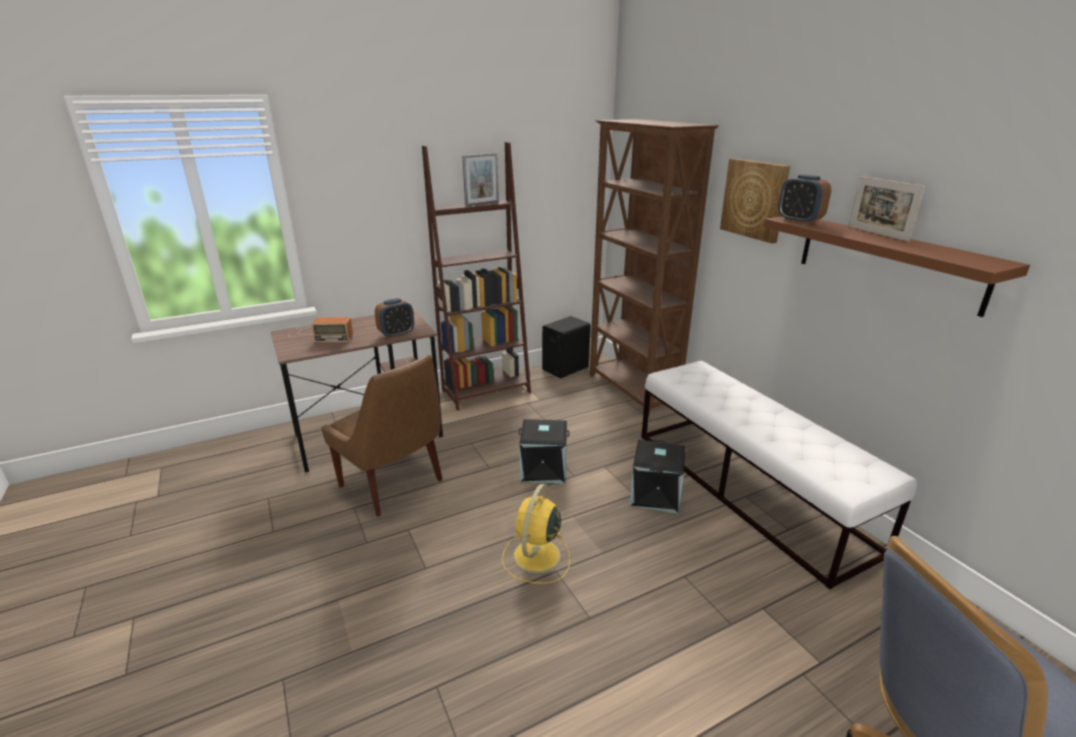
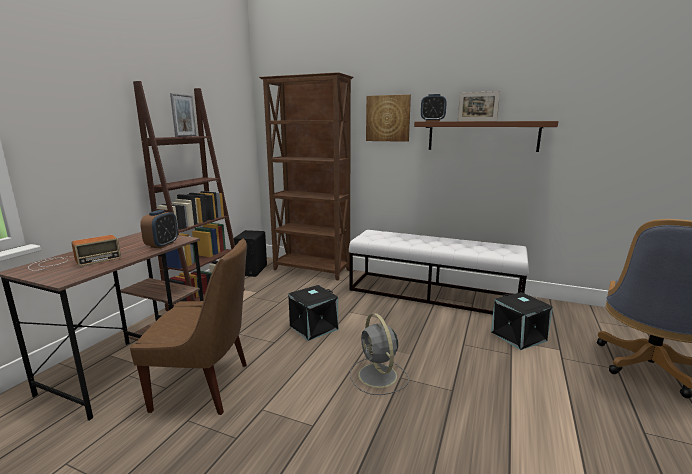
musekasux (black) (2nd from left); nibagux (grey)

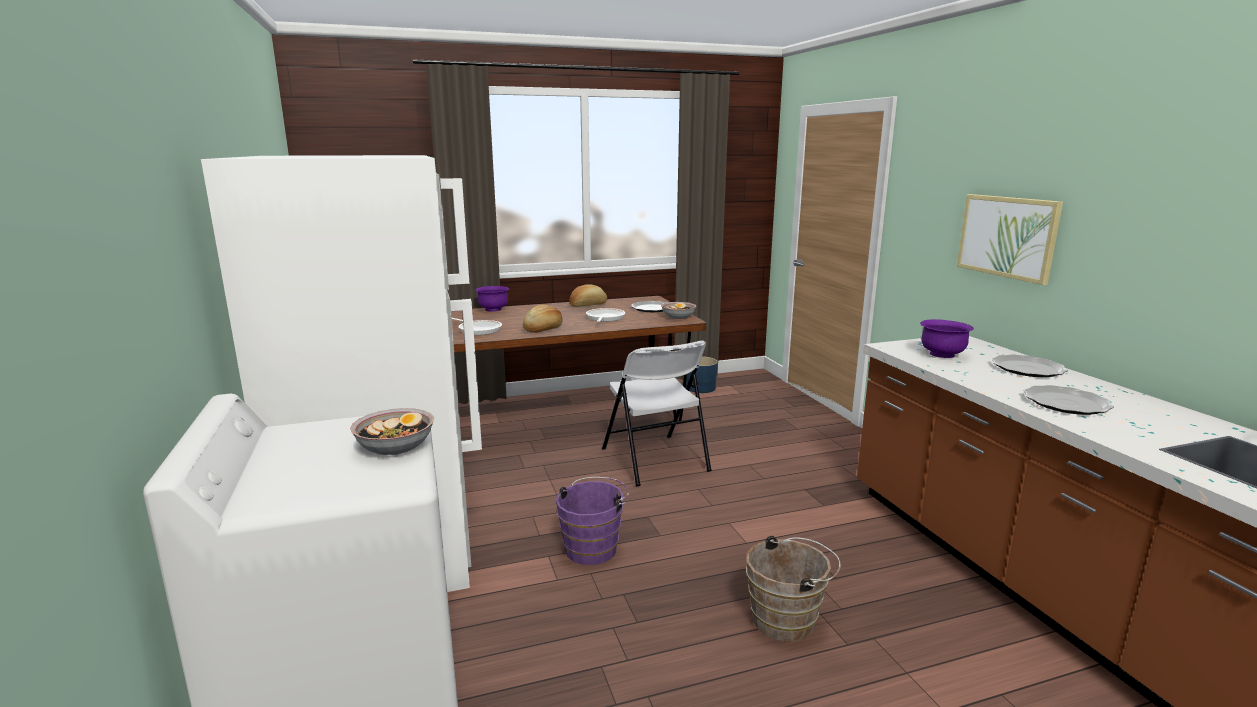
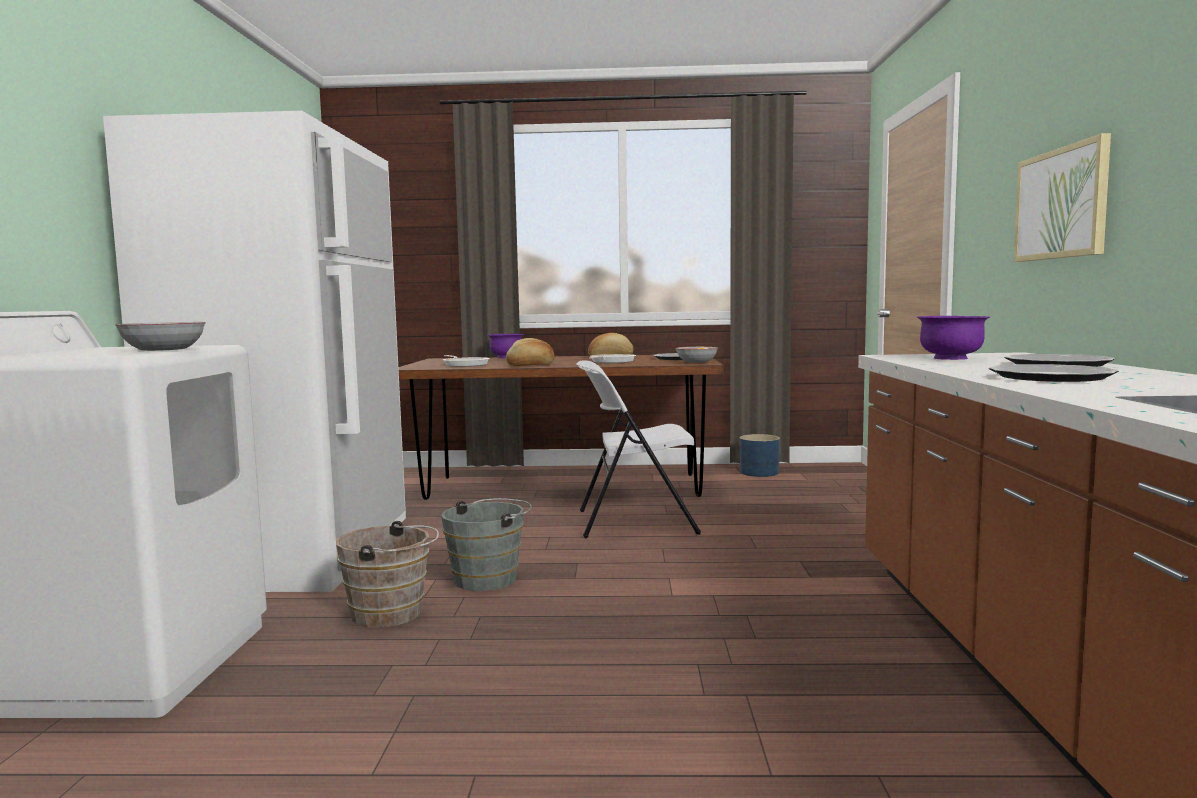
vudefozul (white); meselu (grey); meselu (brown)

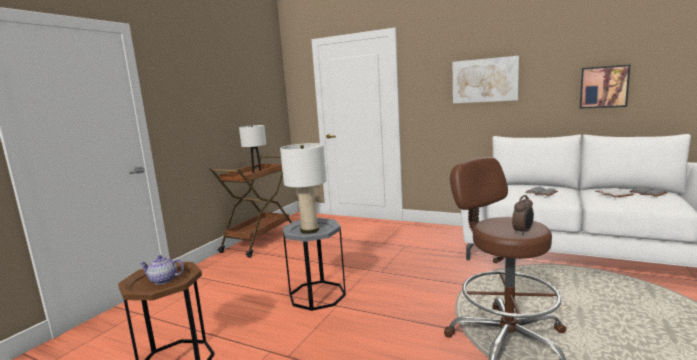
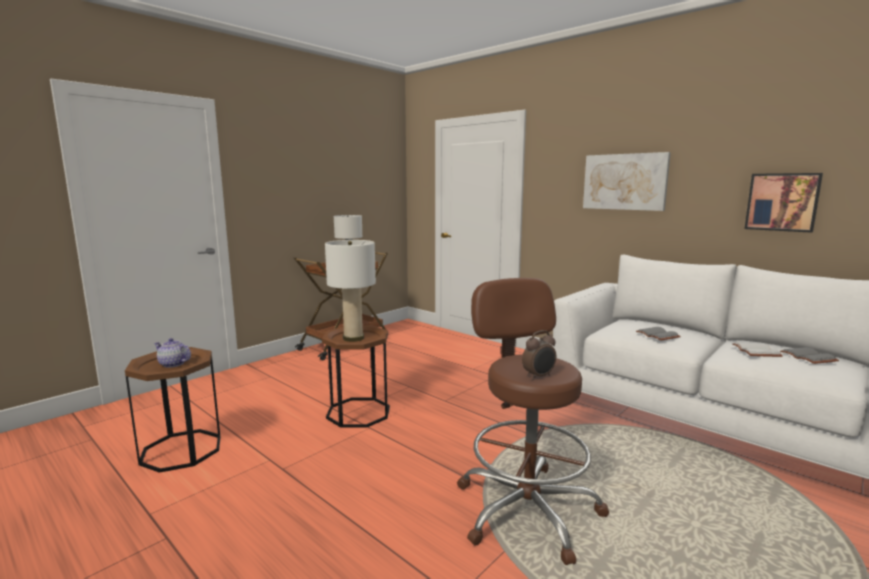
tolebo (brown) (2nd from left)

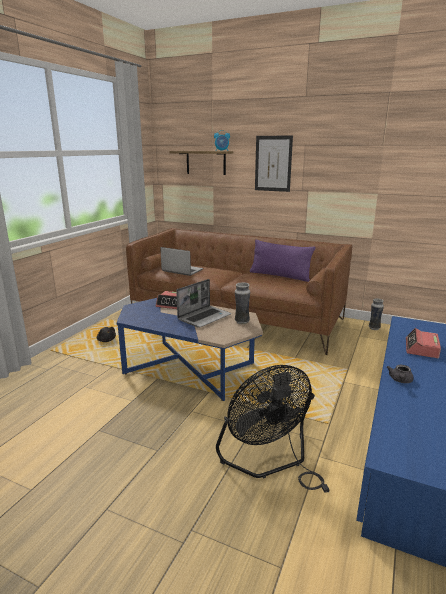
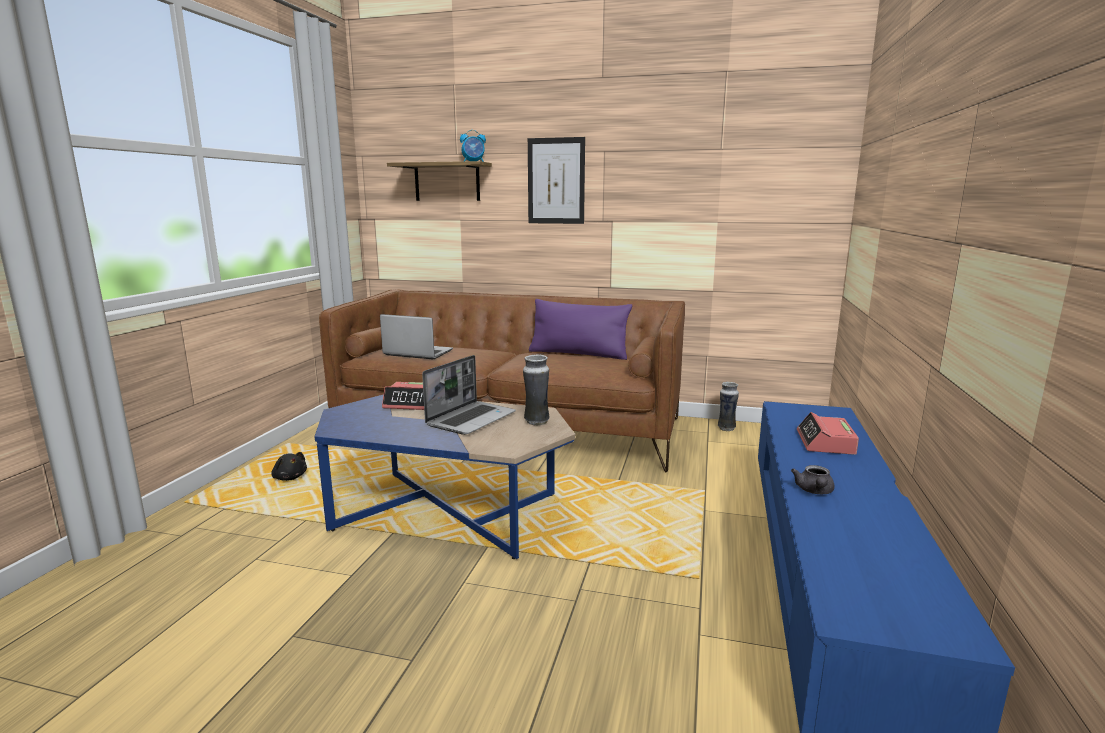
nibagux (black)

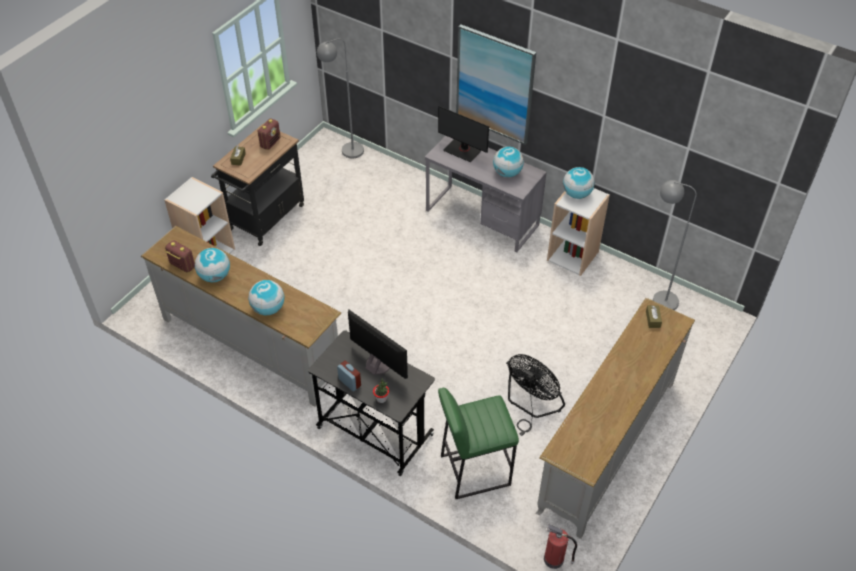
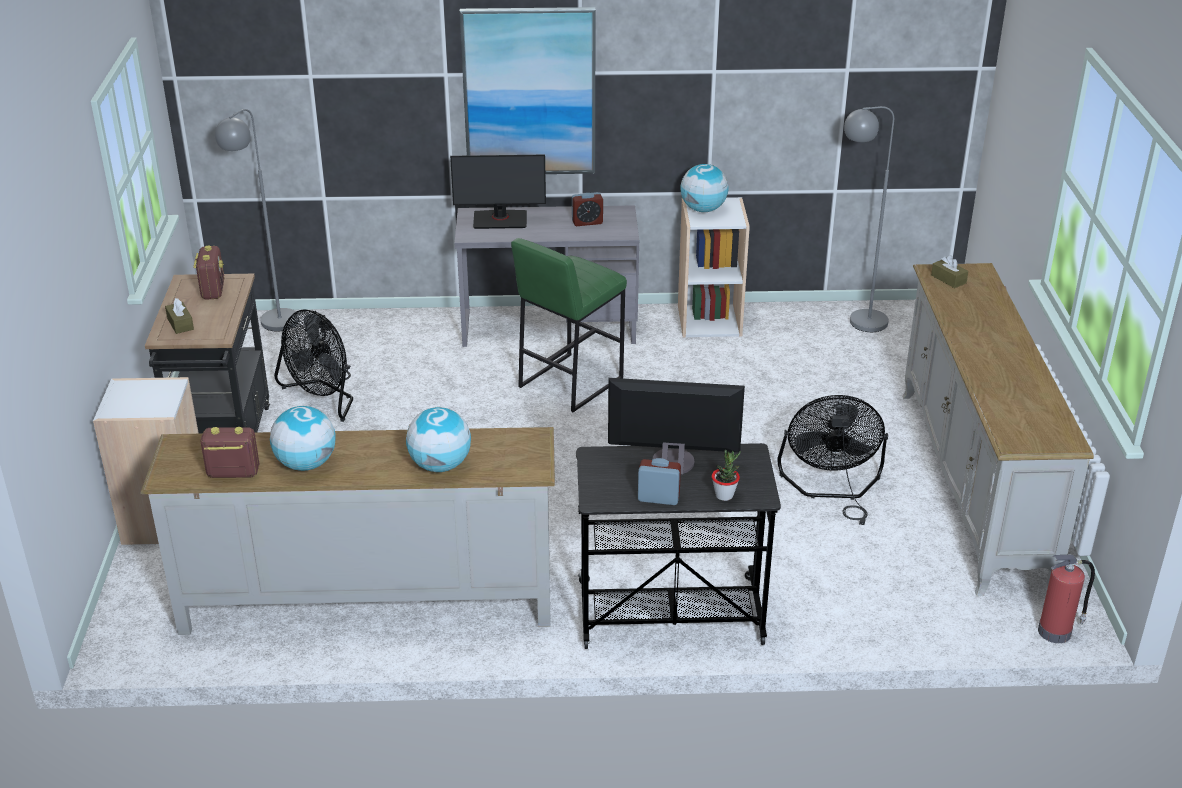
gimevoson (1st from left); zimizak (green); nibagux (black) (1st from left)

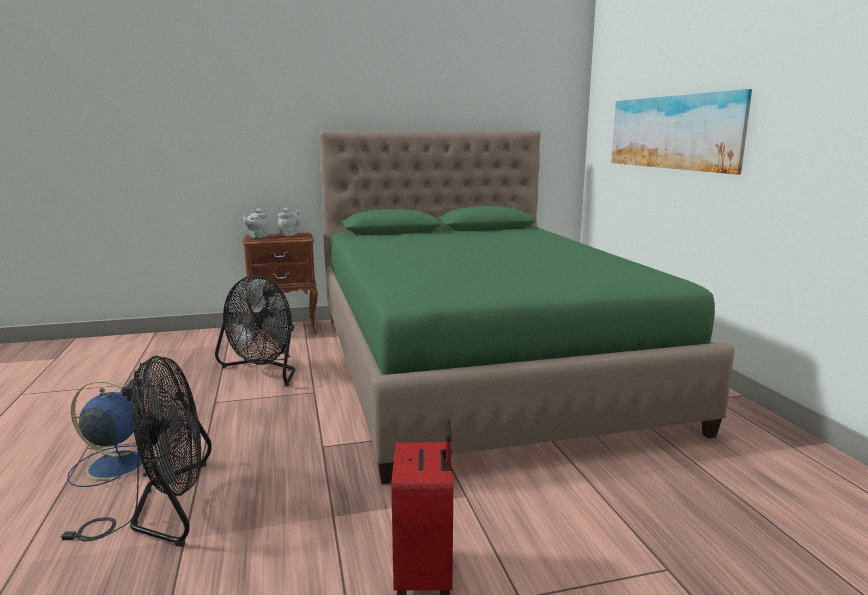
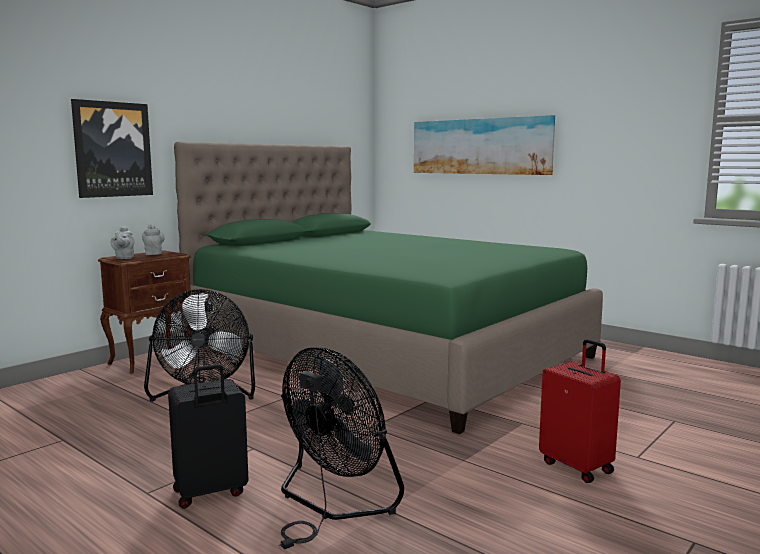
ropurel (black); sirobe (1st from left)

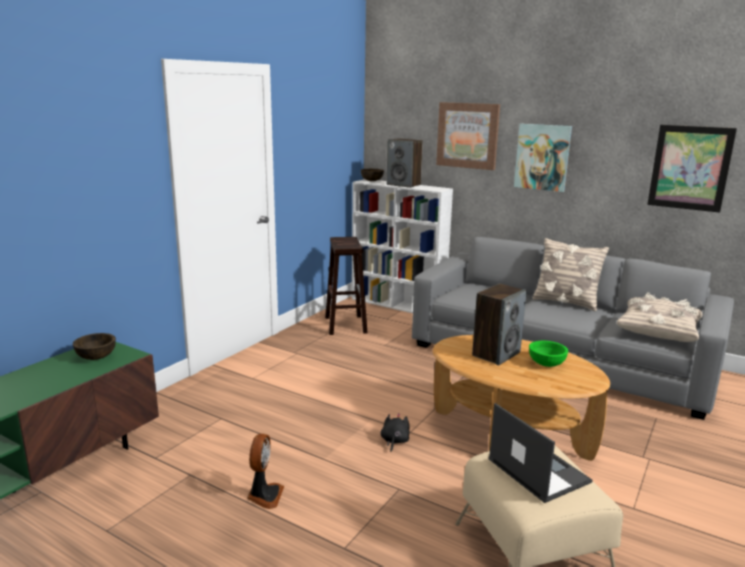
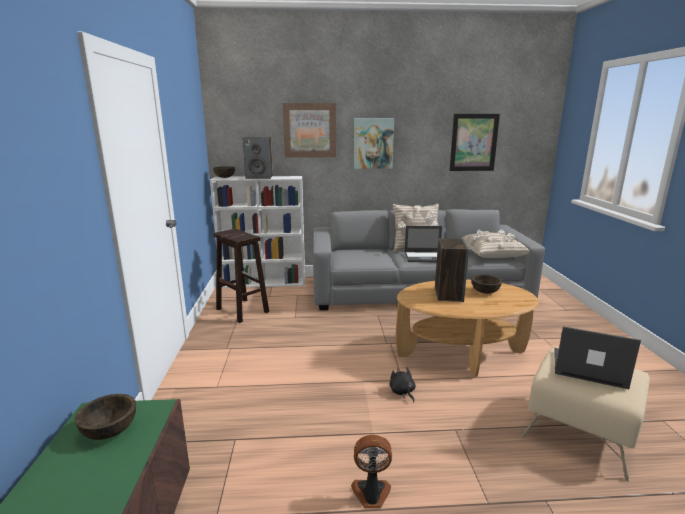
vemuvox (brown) (3rd from left); nibagux; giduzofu (1st from left)

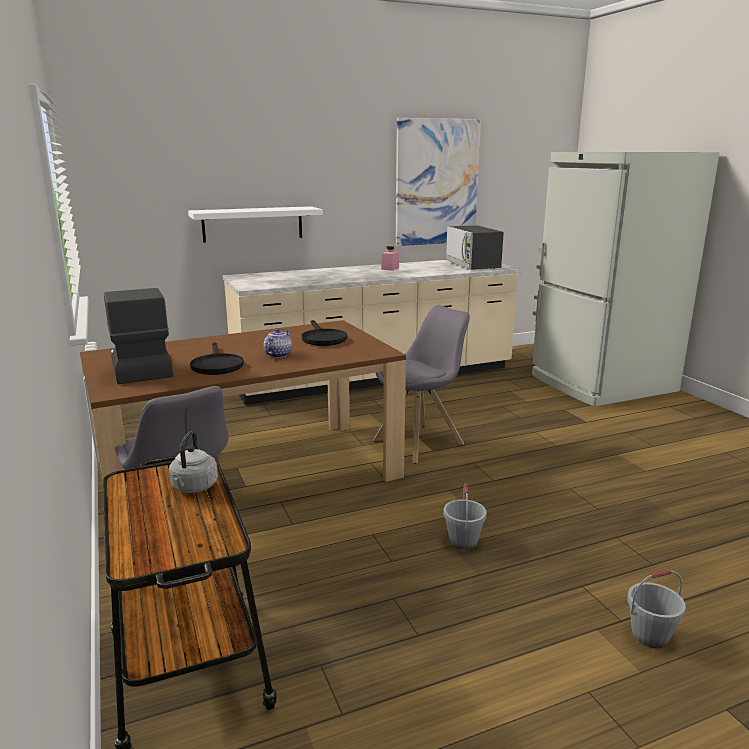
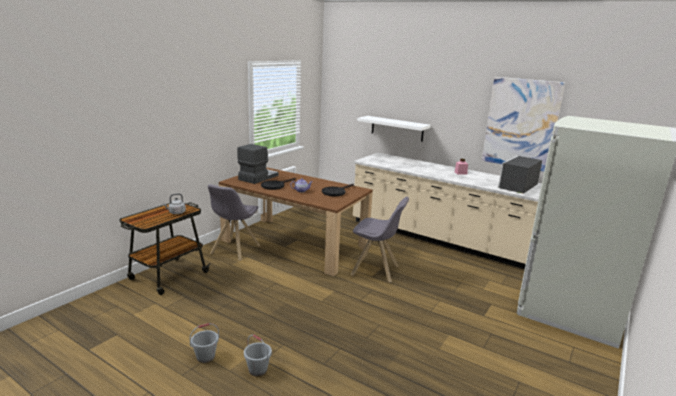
meselu (grey) (1st from left)

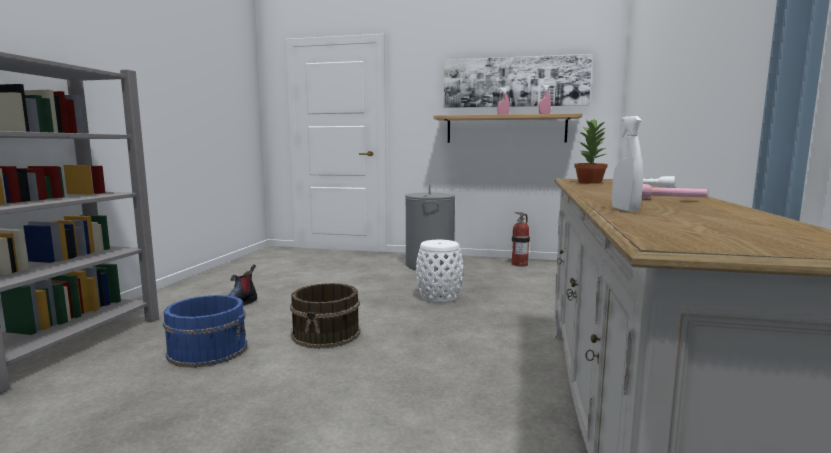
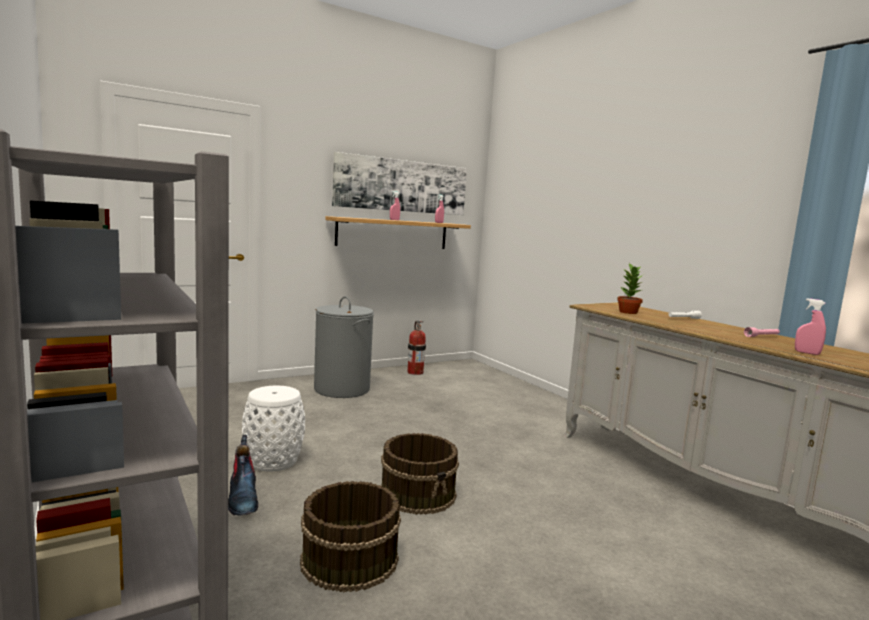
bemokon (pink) (3rd from left); zimizak (white); meselu (brown) (1st from left)

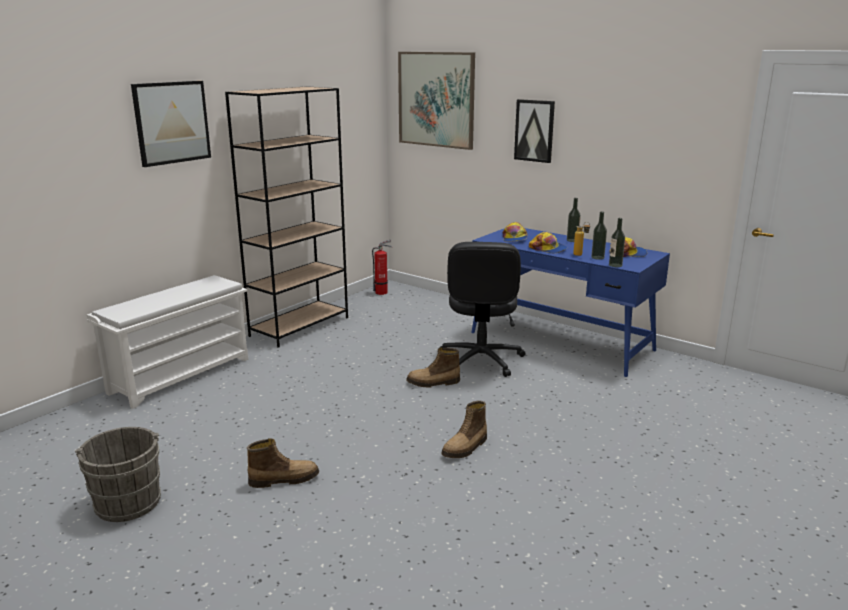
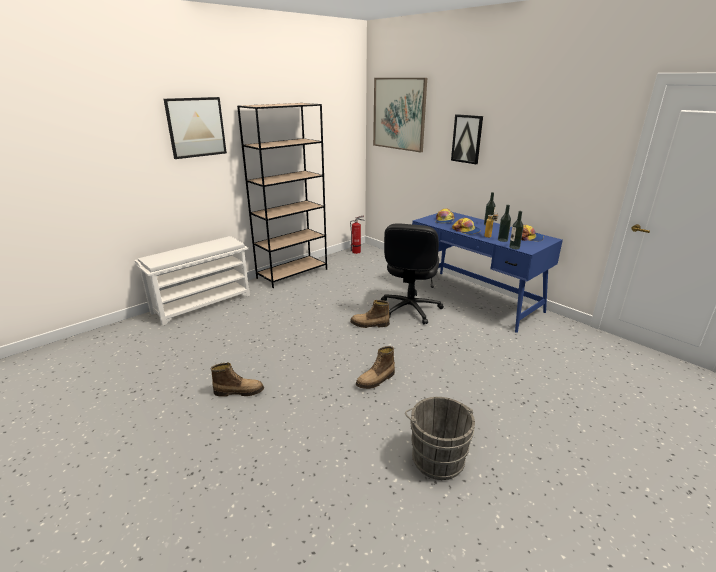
meselu (grey)

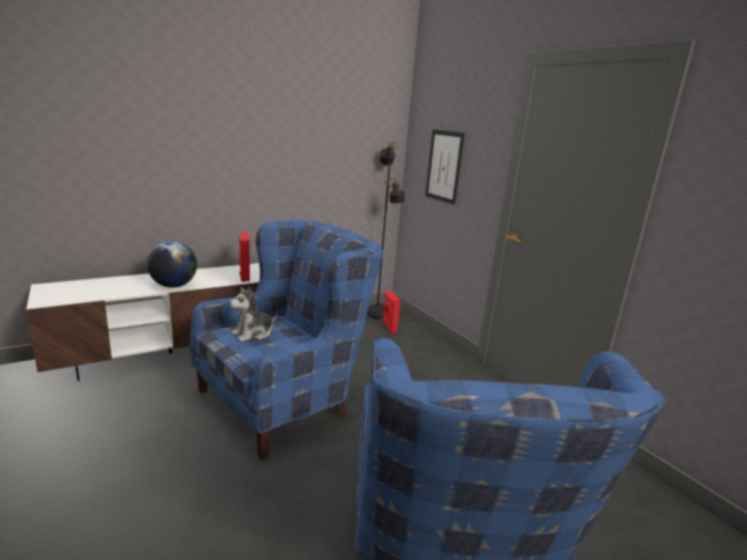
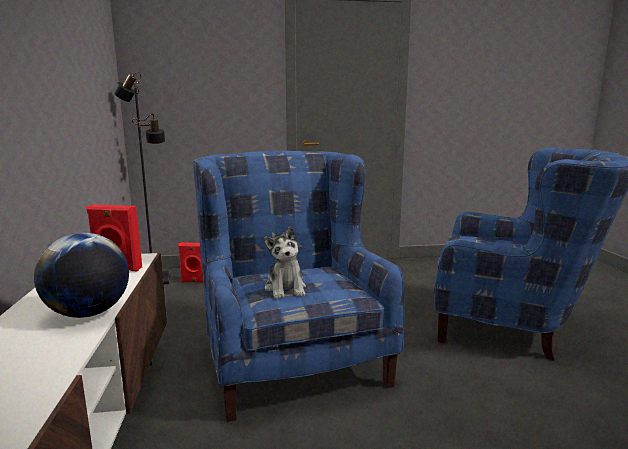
sirobe

